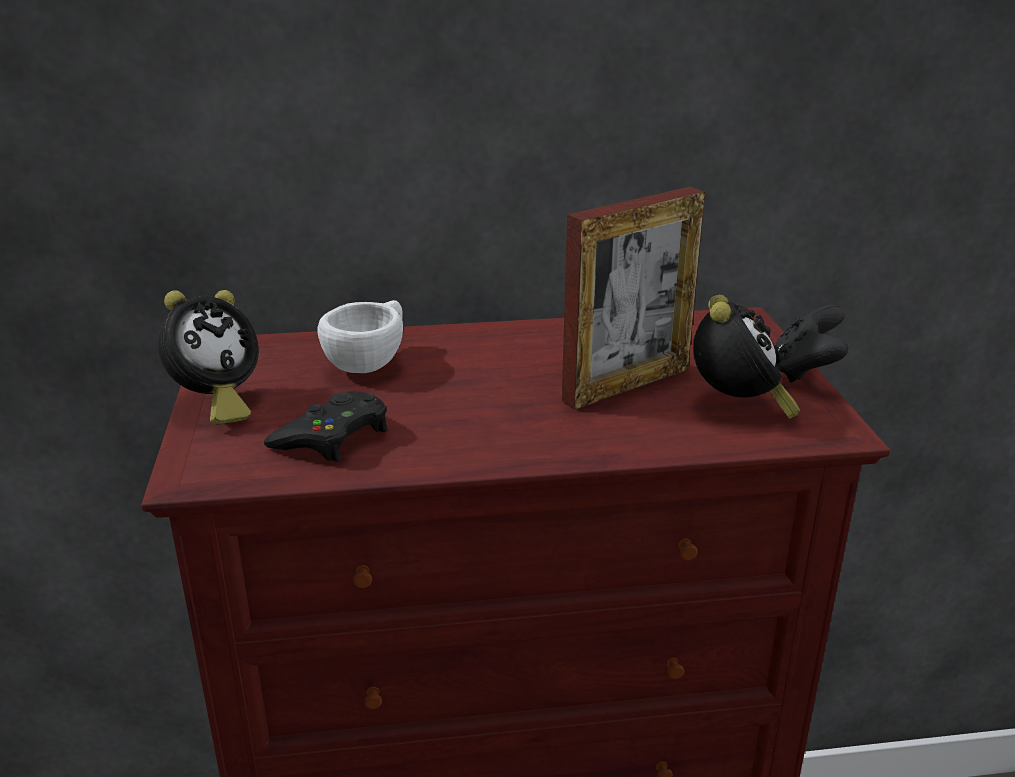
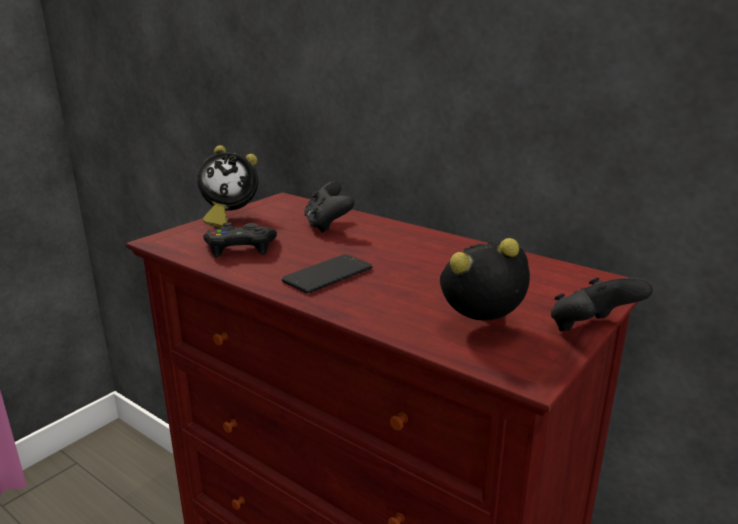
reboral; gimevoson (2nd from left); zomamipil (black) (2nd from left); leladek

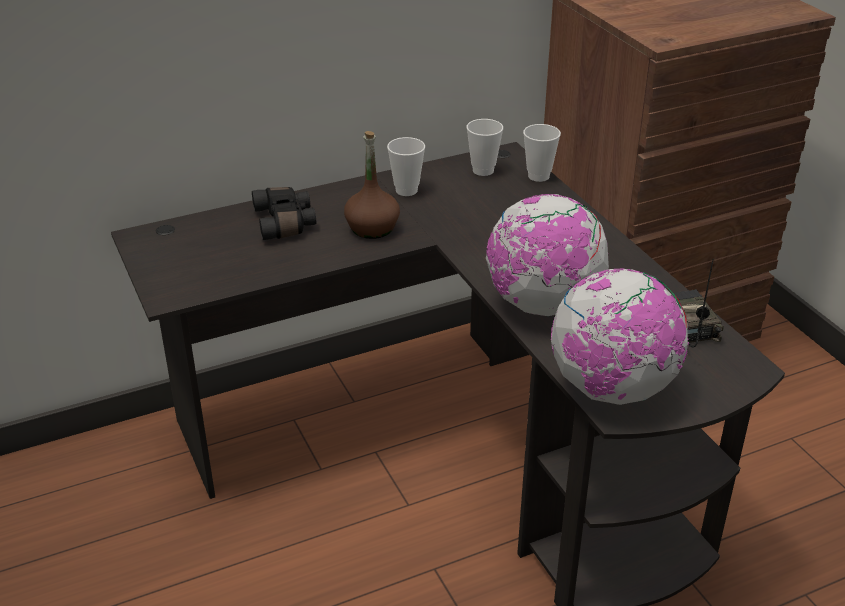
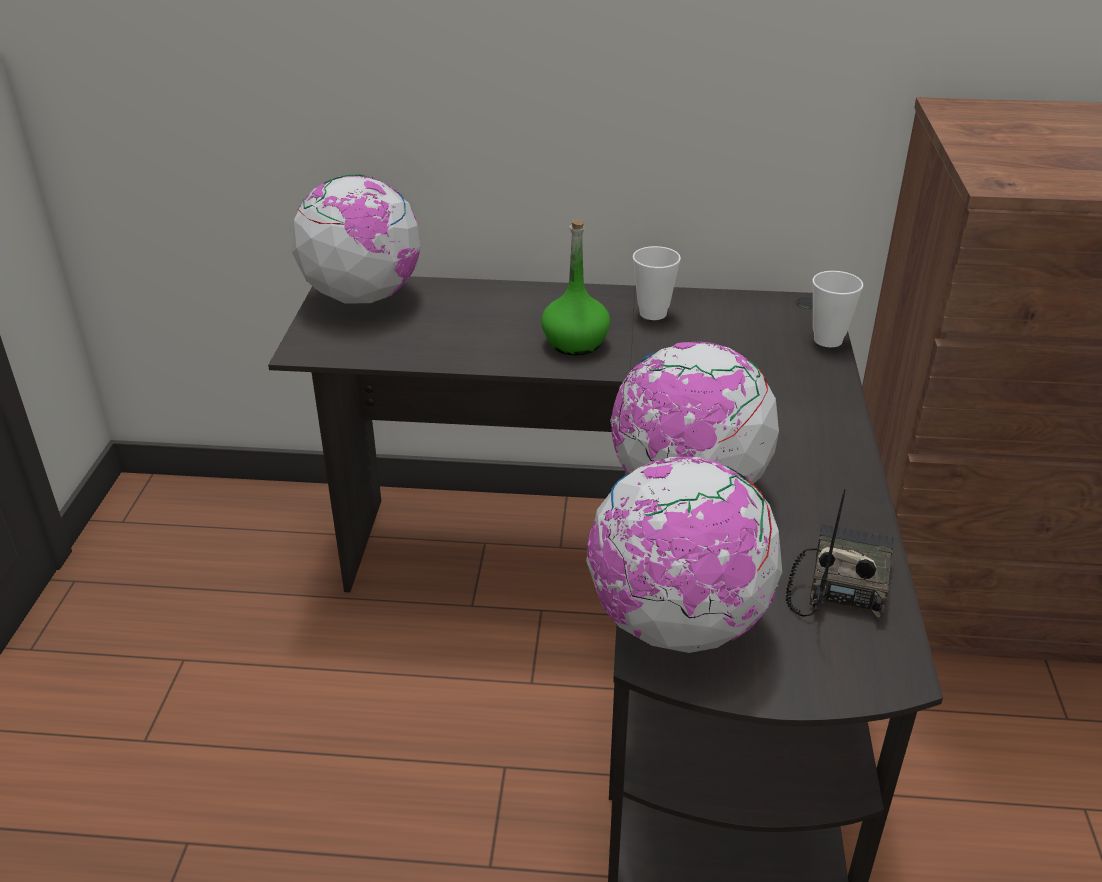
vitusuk (2nd from left in the first image); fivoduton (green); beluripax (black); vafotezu (1st from left)

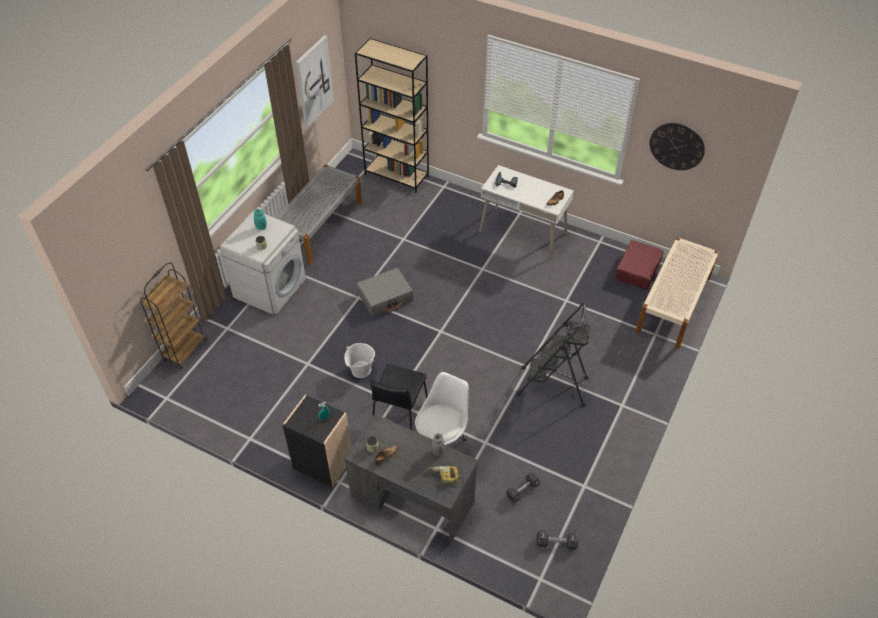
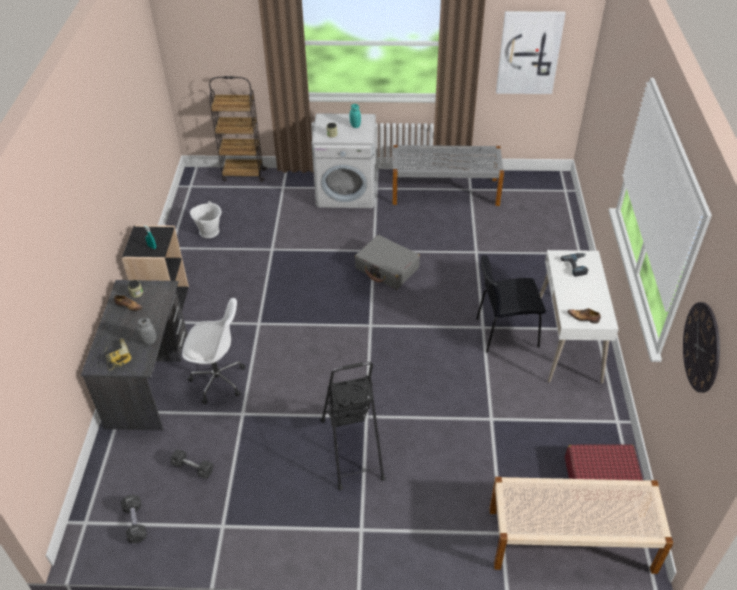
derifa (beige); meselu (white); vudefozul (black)

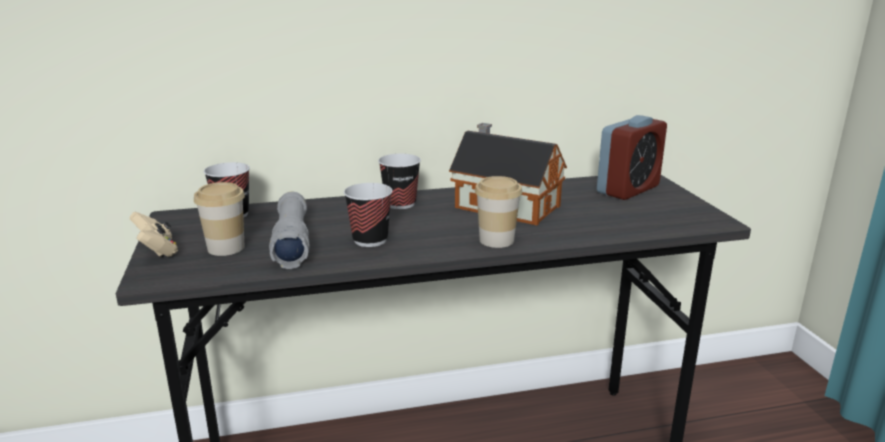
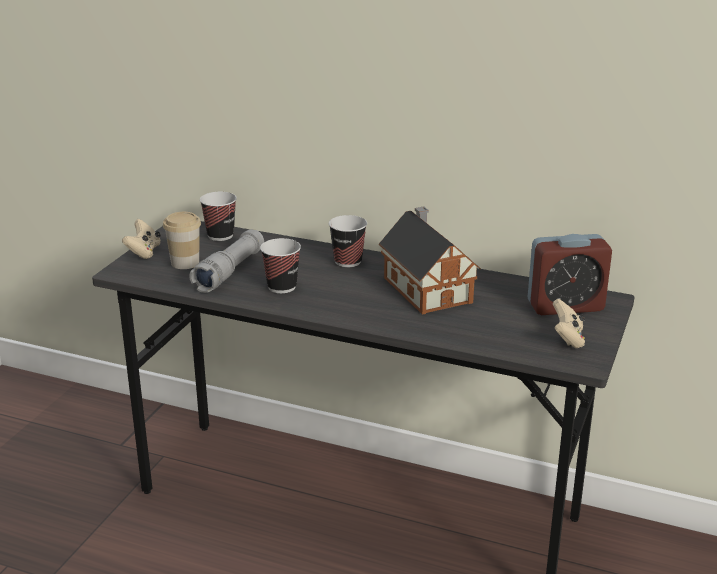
vitusuk (5th from left in the first image); zomamipil (beige) (2nd from left)

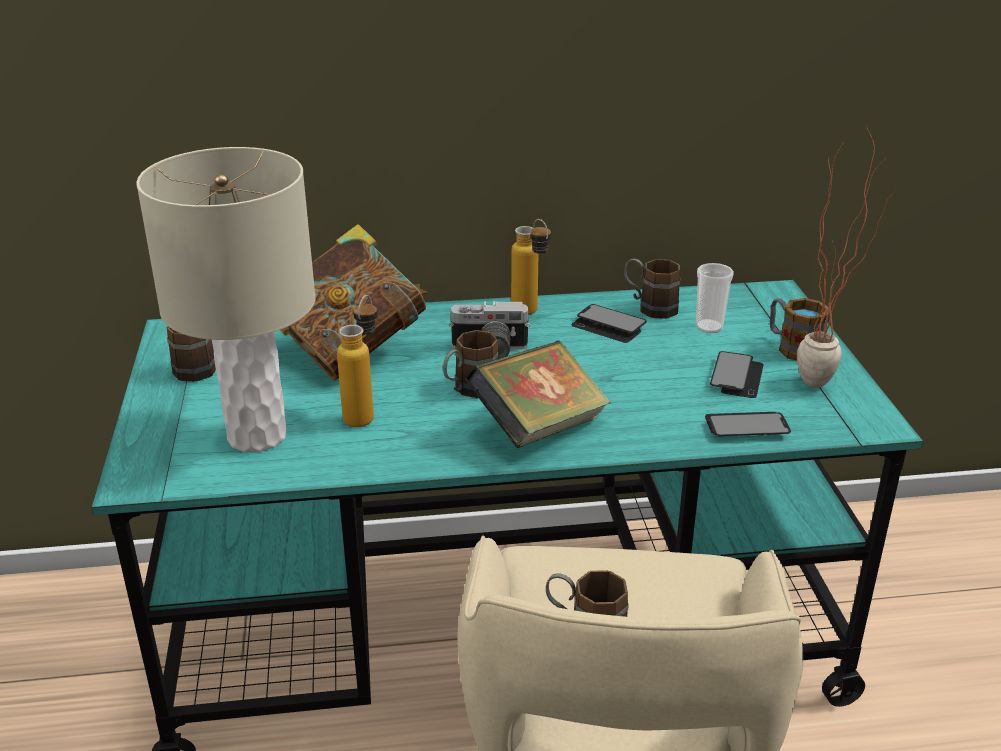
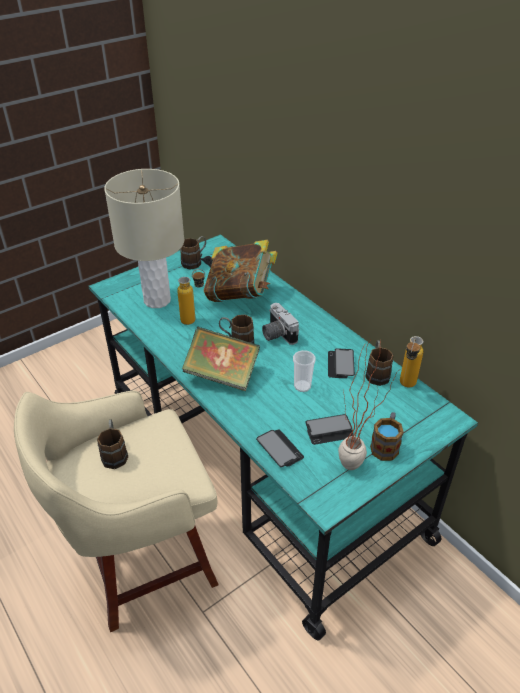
fivoduton (2nd from left); vitusuk

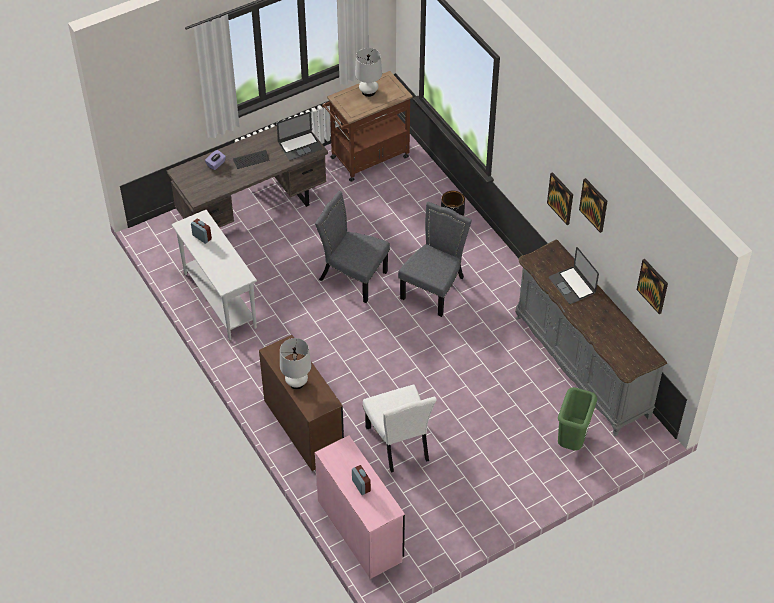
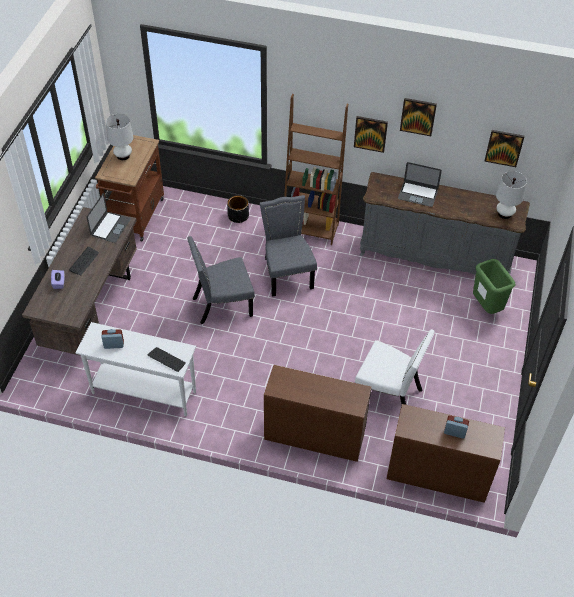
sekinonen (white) (2nd from left); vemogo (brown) (3rd from left); derifa (brown); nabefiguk (2nd from left)

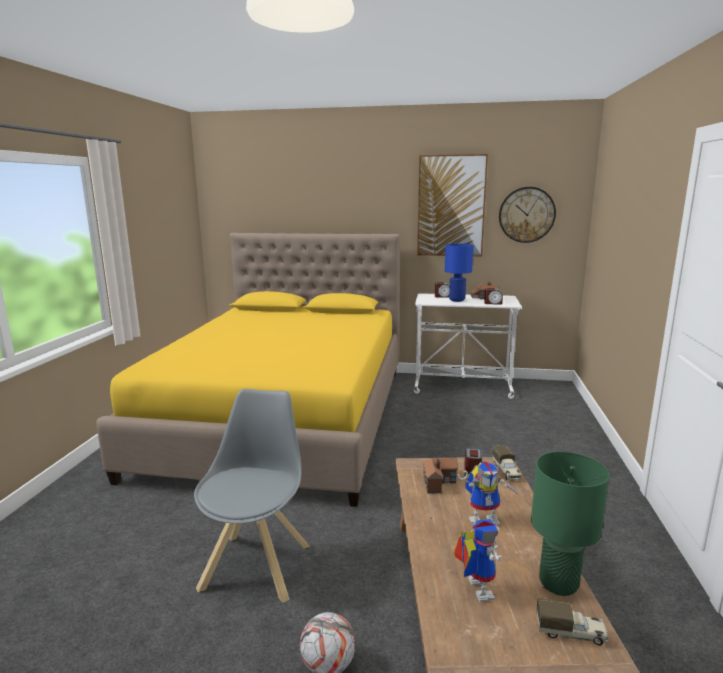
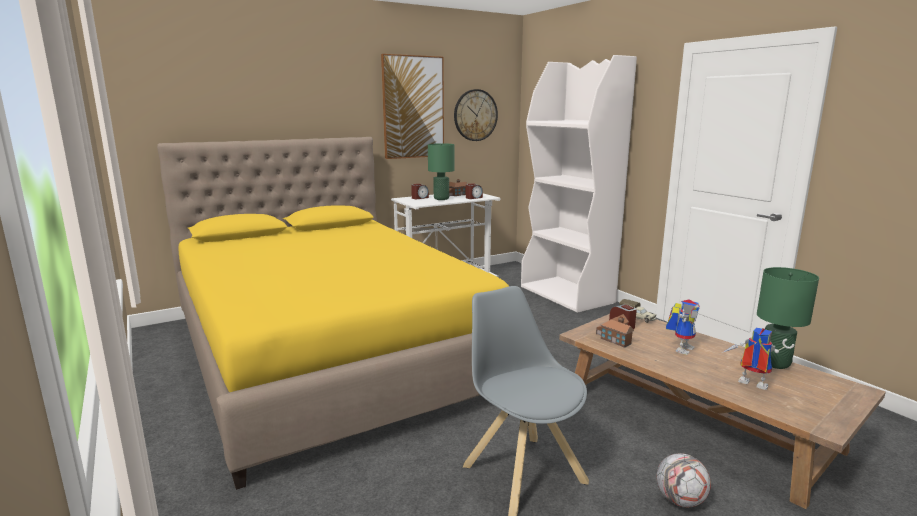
sekinonen (green) (1st from left); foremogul (2nd from left in the first image); derifa (white)

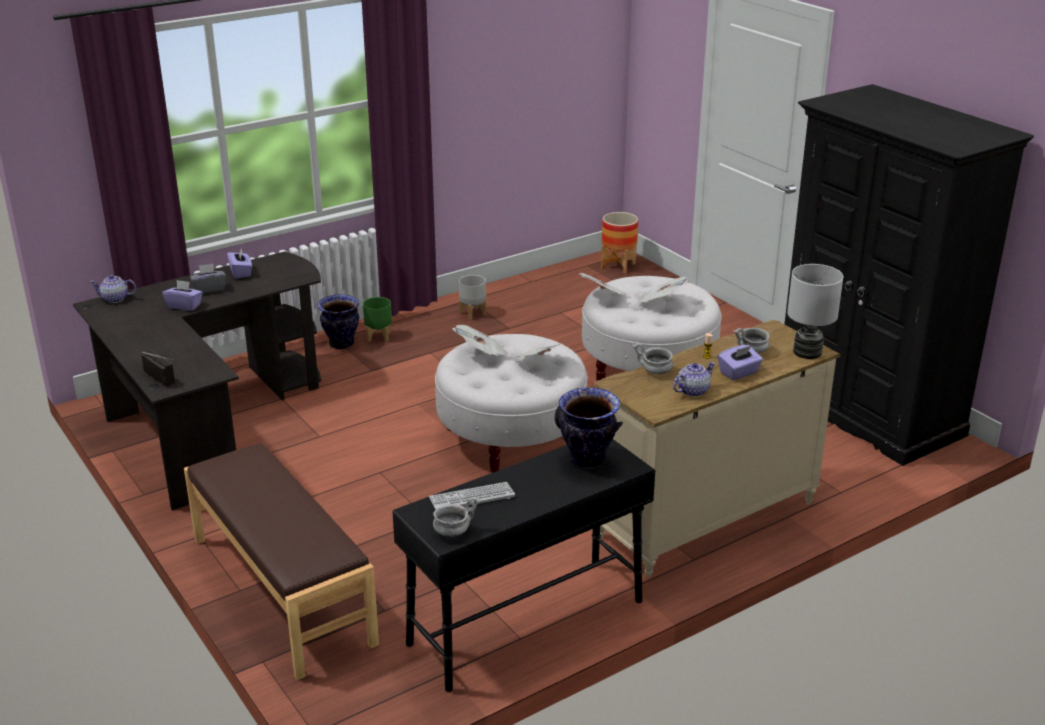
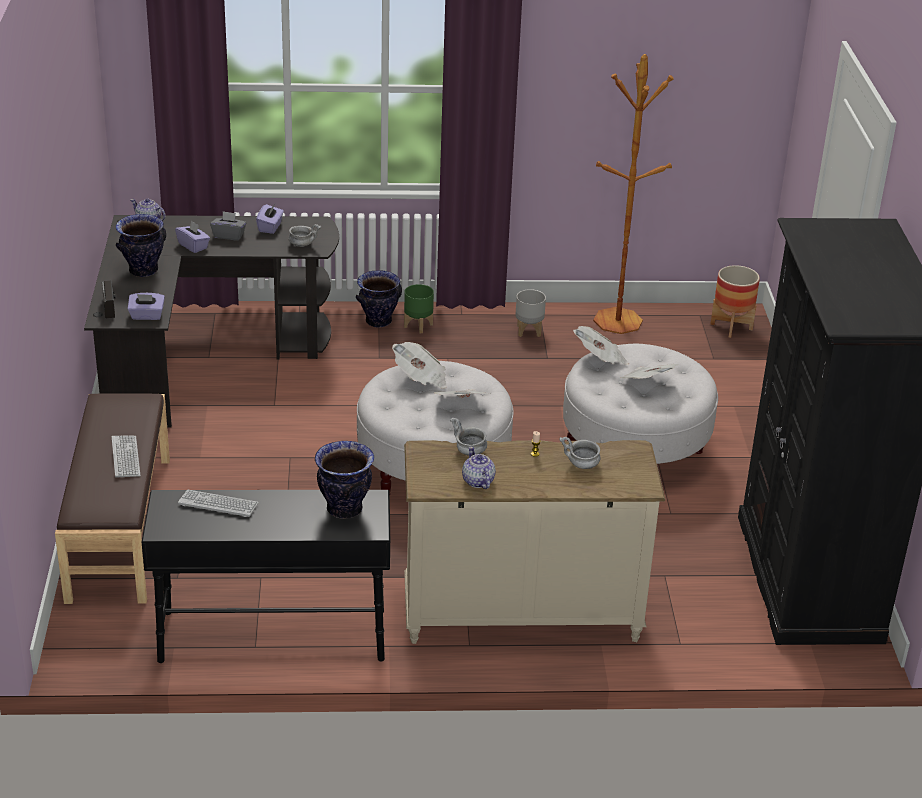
sekinonen (grey); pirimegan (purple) (1st from left); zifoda (2nd from left); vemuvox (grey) (1st from left); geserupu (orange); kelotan (1st from left); nabefiguk (1st from left)

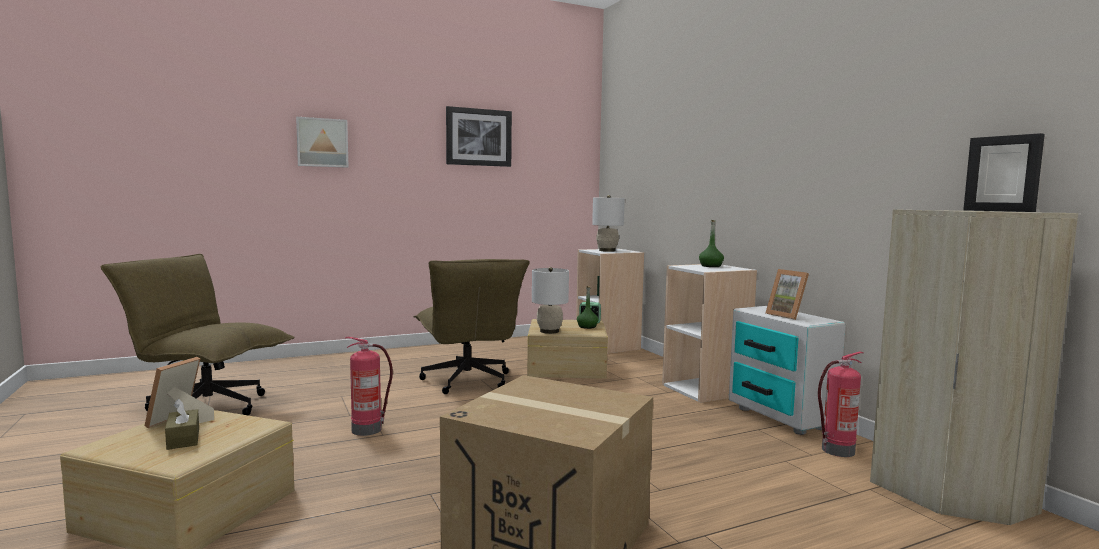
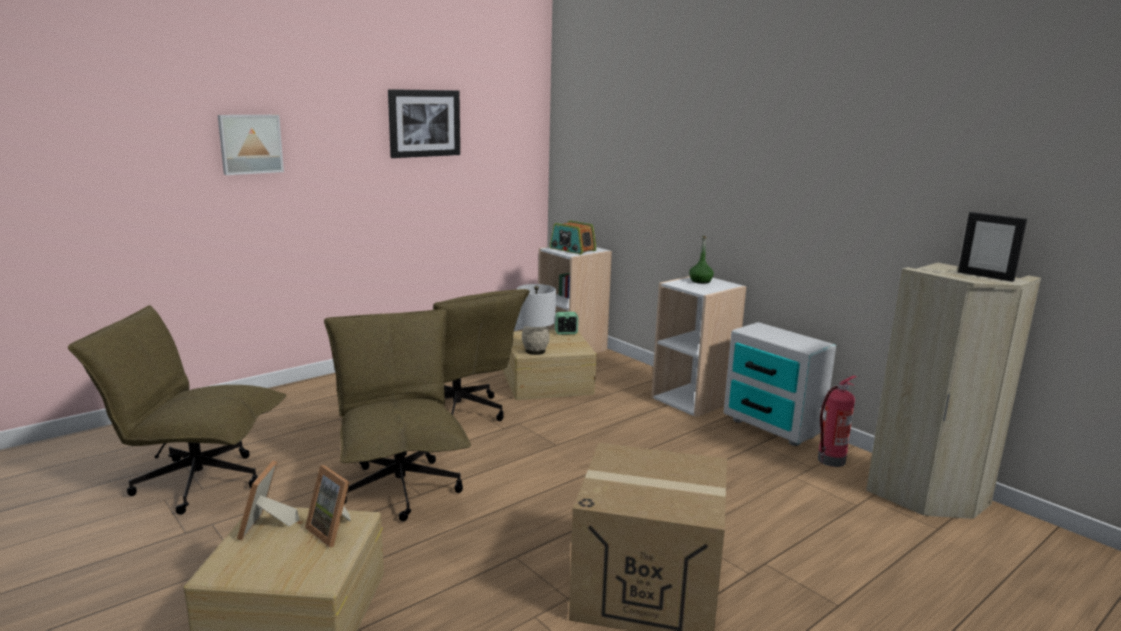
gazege; reboral (2nd from left); fivoduton (green) (1st from left in the first image); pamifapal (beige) (2nd from left); pirimegan (brown)

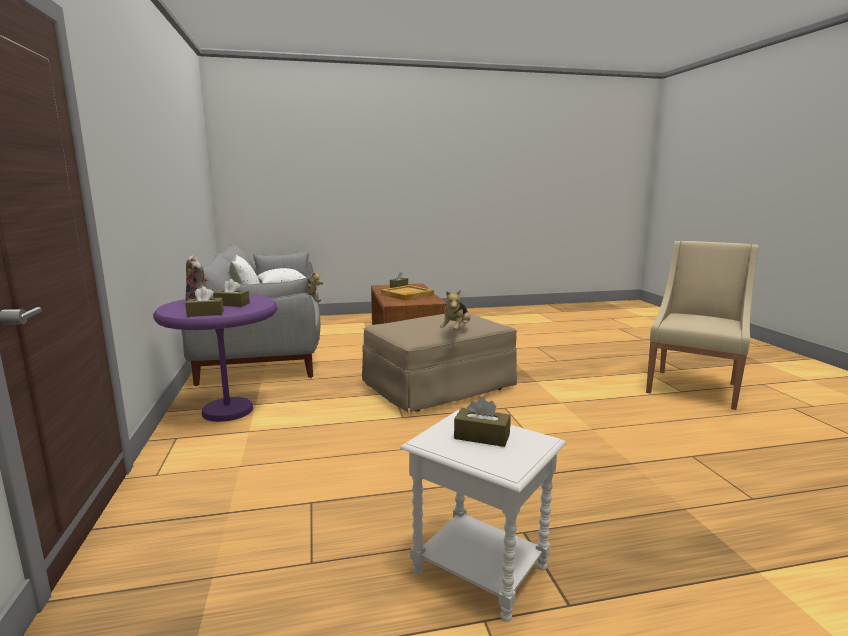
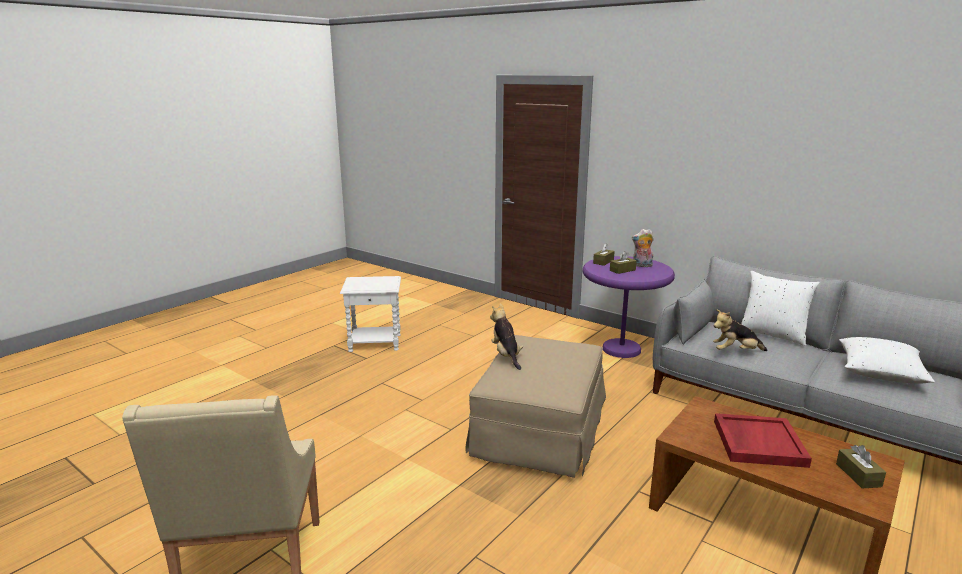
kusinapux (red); pirimegan (brown) (4th from left in the first image)

